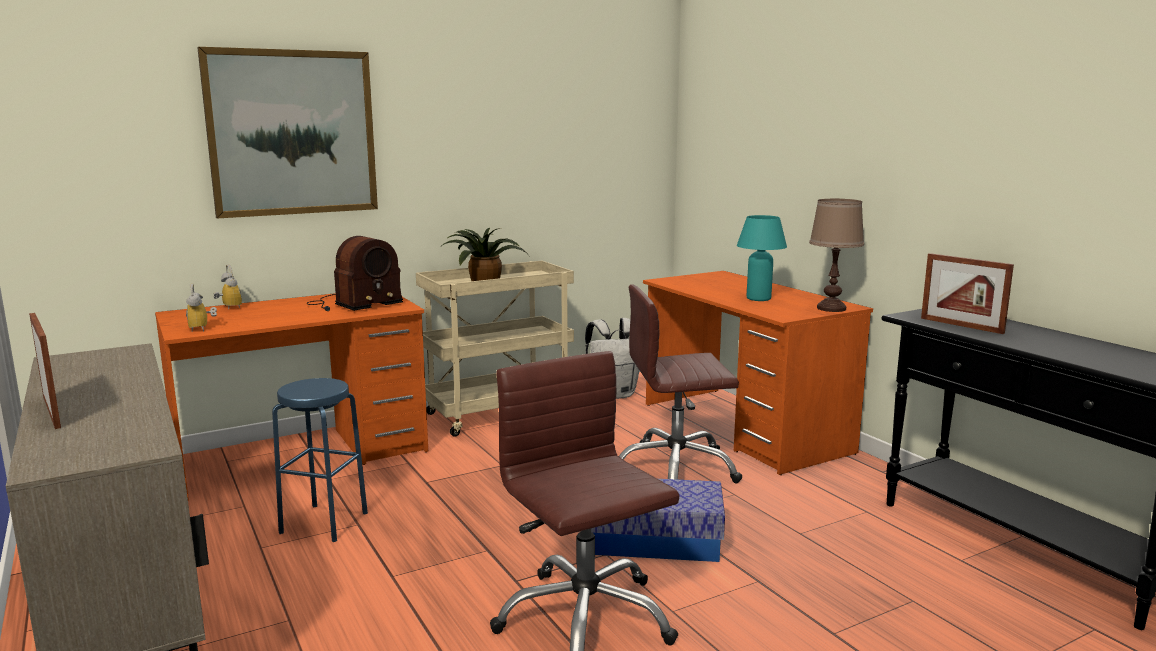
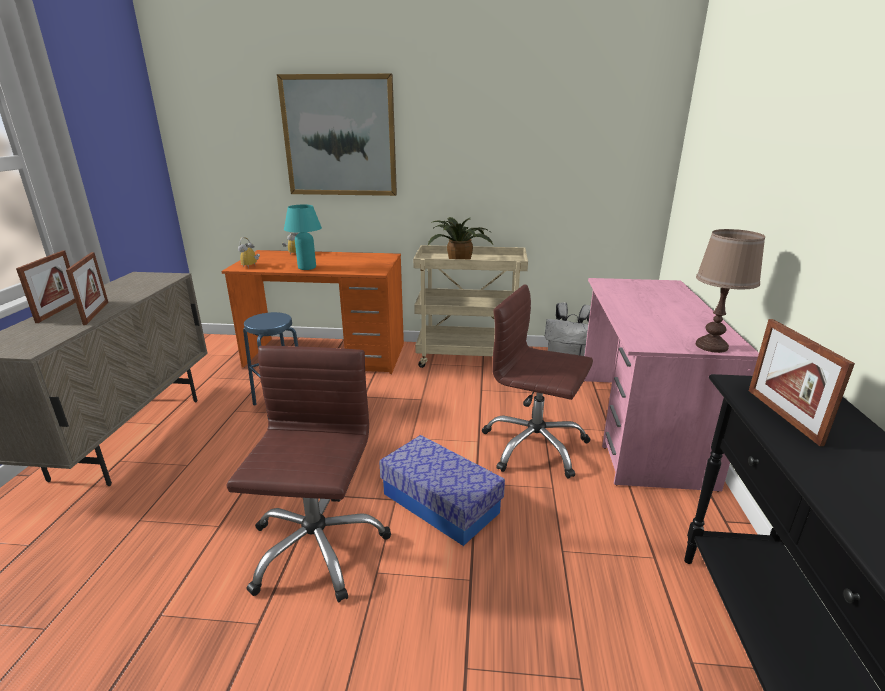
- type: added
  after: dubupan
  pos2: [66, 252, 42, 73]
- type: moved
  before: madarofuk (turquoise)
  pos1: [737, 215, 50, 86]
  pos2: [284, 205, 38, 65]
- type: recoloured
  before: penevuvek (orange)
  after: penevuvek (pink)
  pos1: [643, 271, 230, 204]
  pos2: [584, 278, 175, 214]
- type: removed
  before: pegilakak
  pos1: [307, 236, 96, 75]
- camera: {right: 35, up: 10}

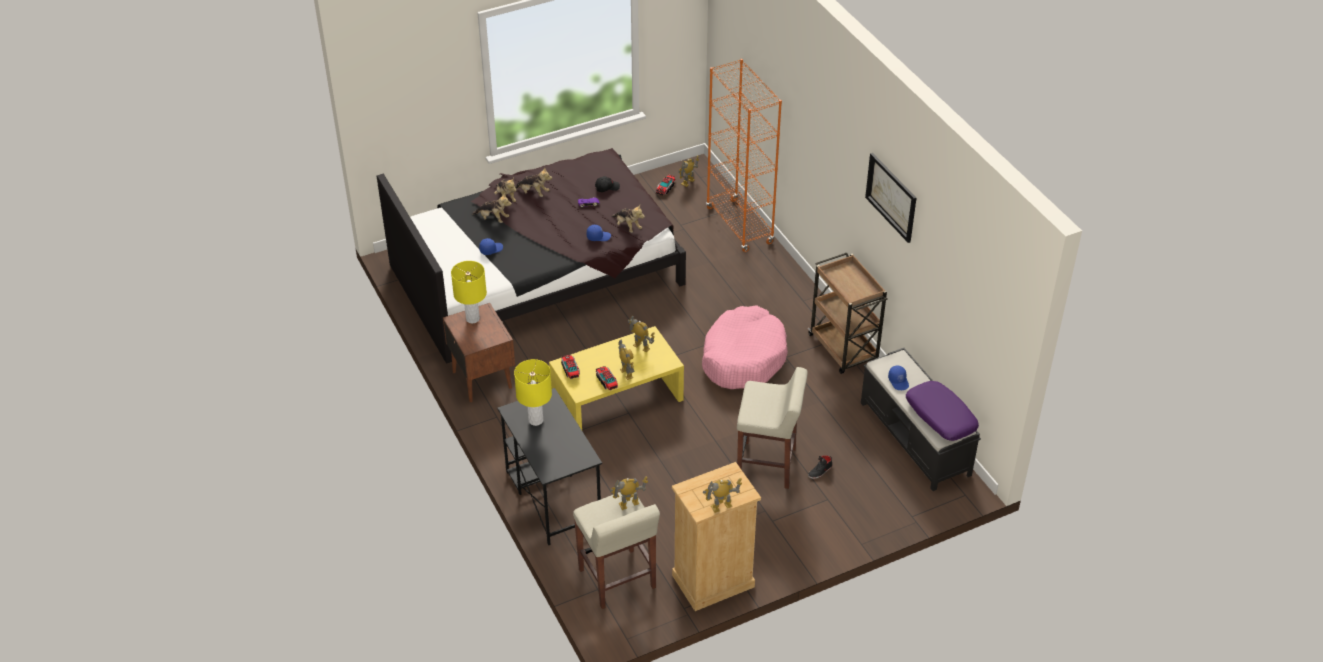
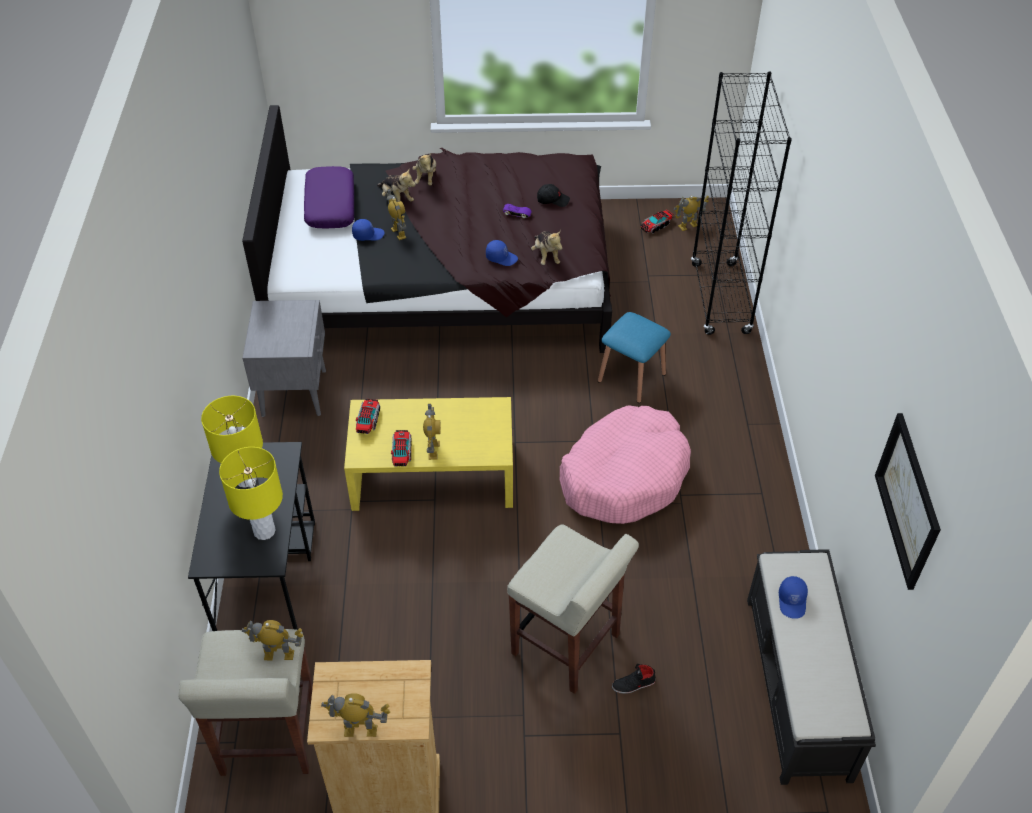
- type: moved
  before: madarofuk (yellow)
  pos1: [451, 261, 36, 63]
  pos2: [219, 447, 64, 93]
- type: recoloured
  before: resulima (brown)
  after: resulima (grey)
  pos1: [443, 303, 72, 99]
  pos2: [242, 300, 84, 117]
- type: moved
  before: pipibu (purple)
  pos1: [906, 381, 73, 60]
  pos2: [304, 166, 50, 62]
- type: moved
  before: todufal
  pos1: [628, 316, 27, 36]
  pos2: [387, 189, 19, 51]
- type: added
  after: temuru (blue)
  pos2: [598, 312, 73, 91]
- type: recoloured
  before: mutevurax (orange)
  after: mutevurax (black)
  pos1: [706, 59, 76, 193]
  pos2: [691, 71, 101, 264]
- type: moved
  before: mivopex
  pos1: [865, 153, 51, 90]
  pos2: [875, 413, 66, 177]
- type: removed
  before: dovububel
  pos1: [515, 168, 37, 29]
- type: removed
  before: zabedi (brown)
  pos1: [808, 253, 80, 121]
- camera: {right: 25, up: 5}

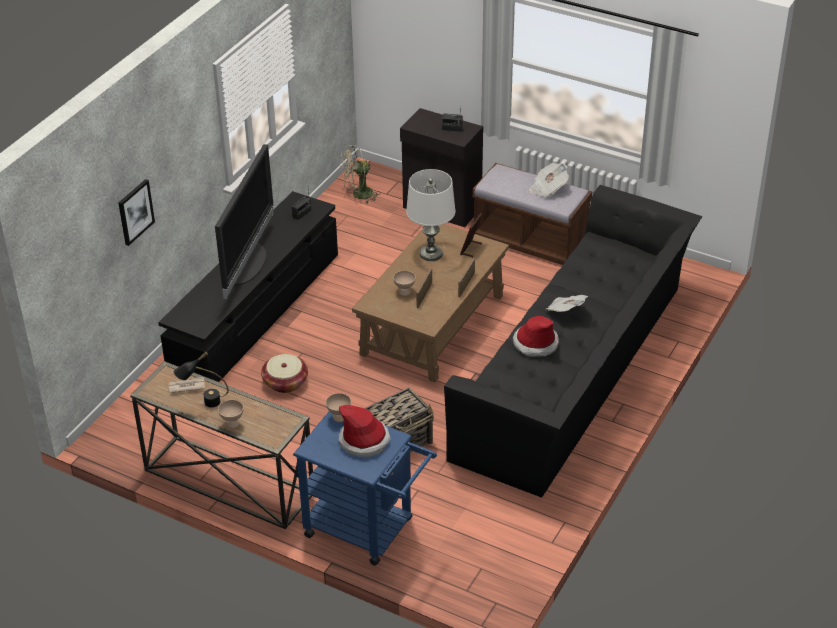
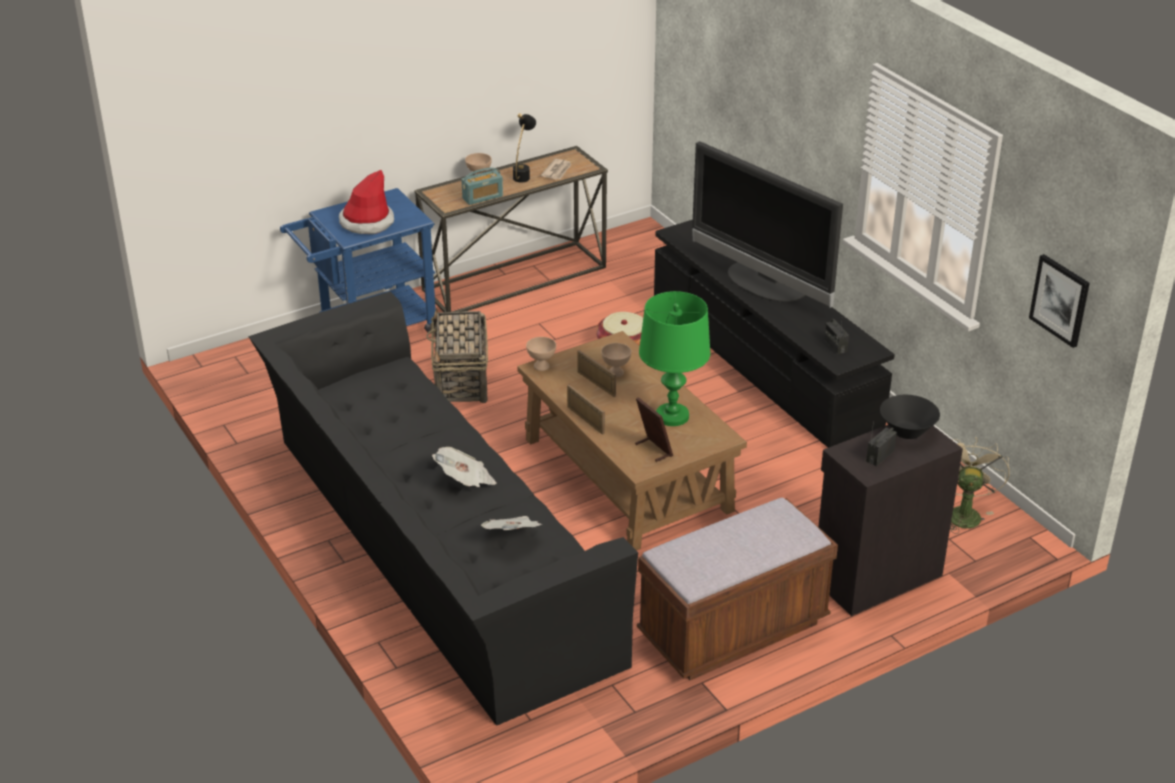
- type: added
  after: pegilakak
  pos2: [461, 168, 42, 37]
- type: moved
  before: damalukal
  pos1: [529, 163, 40, 35]
  pos2: [481, 516, 62, 14]
- type: moved
  before: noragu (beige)
  pos1: [326, 393, 25, 29]
  pos2: [526, 337, 30, 34]
- type: recoloured
  before: madarofuk (white)
  after: madarofuk (green)
  pos1: [406, 169, 49, 92]
  pos2: [639, 291, 71, 135]
- type: added
  after: noragu (black)
  pos2: [880, 395, 60, 44]
- type: moved
  before: mivopex
  pos1: [118, 179, 37, 67]
  pos2: [1029, 254, 61, 94]
- type: removed
  before: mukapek
  pos1: [513, 316, 46, 41]
- camera: {right: 120, up: -5}

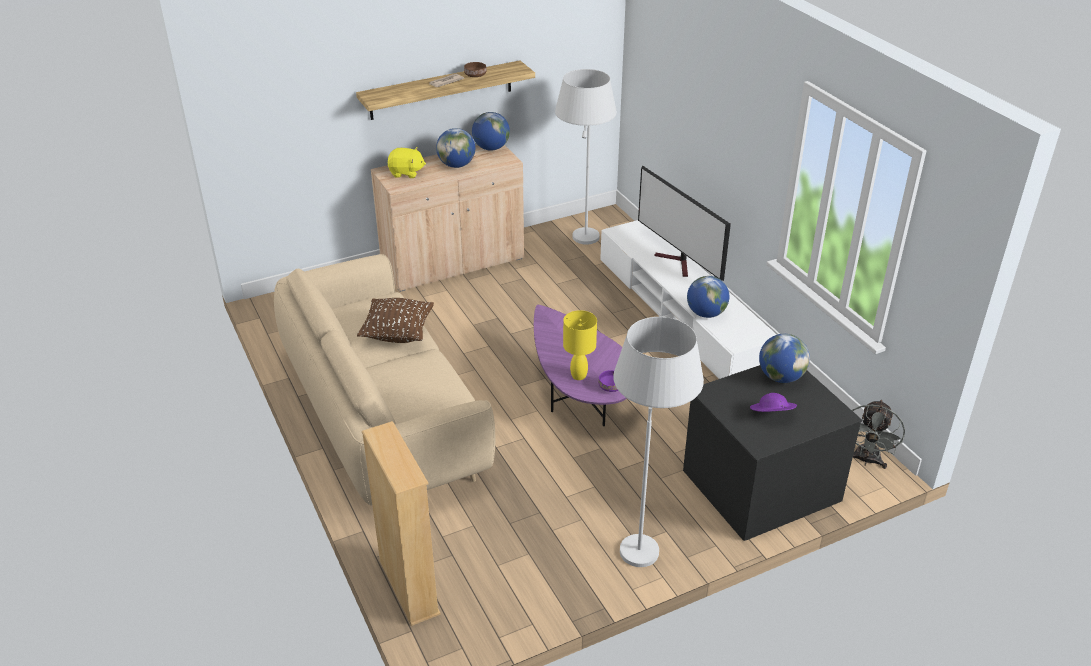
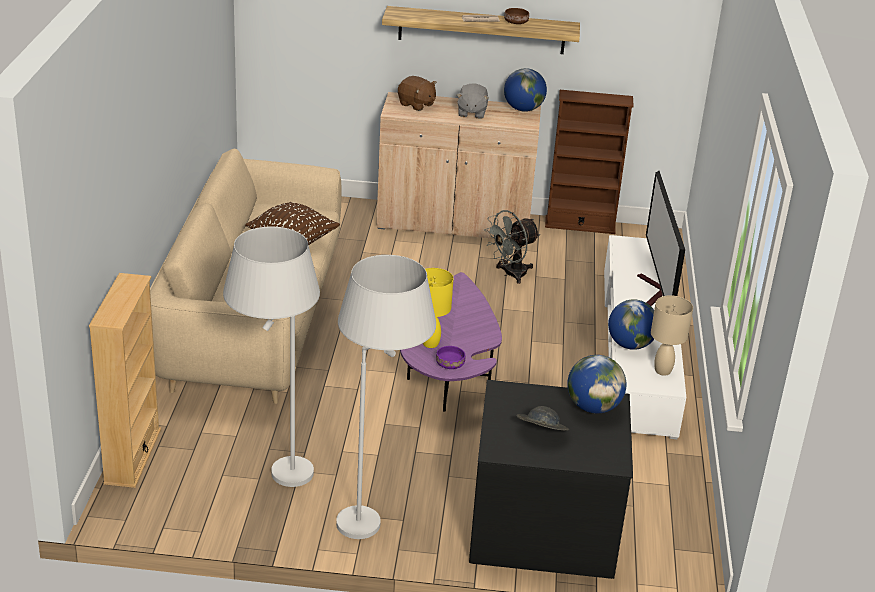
- type: moved
  before: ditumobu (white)
  pos1: [555, 69, 61, 176]
  pos2: [223, 227, 97, 260]
- type: recoloured
  before: dovububel (yellow)
  after: dovububel (brown)
  pos1: [388, 147, 38, 31]
  pos2: [398, 76, 38, 35]
- type: replaced
  before: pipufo
  after: dovububel (grey)
  pos1: [436, 128, 39, 40]
  pos2: [456, 83, 33, 36]
- type: moved
  before: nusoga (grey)
  pos1: [852, 399, 53, 70]
  pos2: [484, 210, 56, 74]
- type: recoloured
  before: mukapek (purple)
  after: mukapek (grey)
  pos1: [750, 393, 47, 19]
  pos2: [516, 406, 53, 25]
- type: added
  after: mutevurax (brown)
  pos2: [545, 90, 89, 144]
- type: added
  after: madarofuk (beige)
  pos2: [651, 295, 42, 81]
- camera: {right: 30, up: -5}

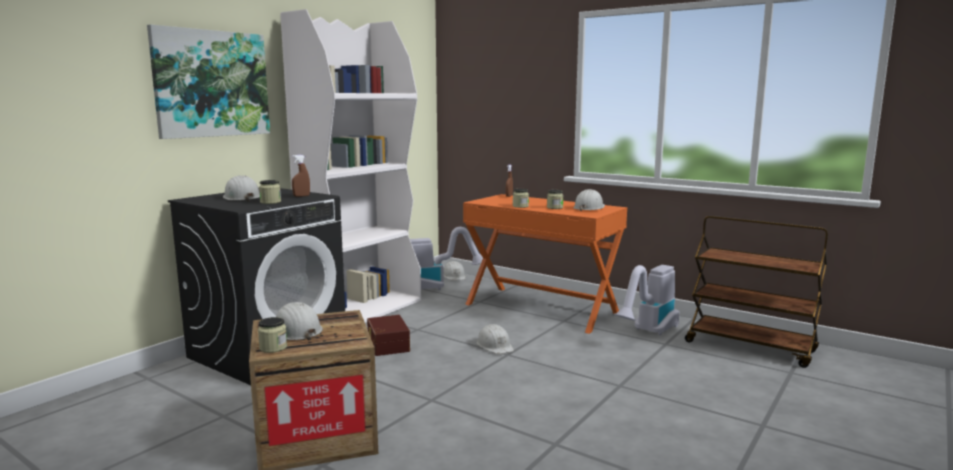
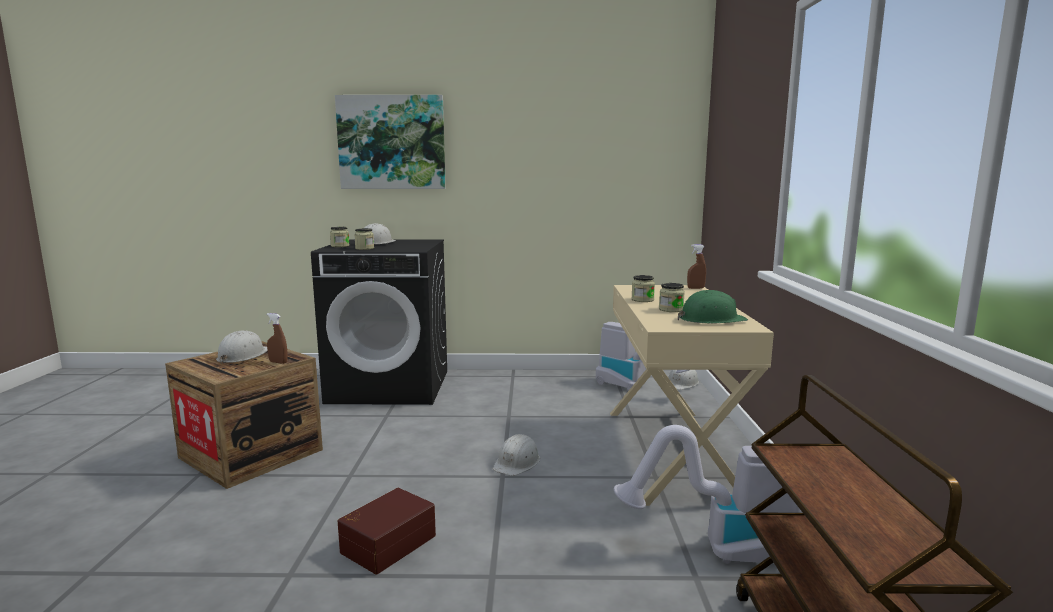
- type: moved
  before: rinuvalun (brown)
  pos1: [292, 155, 18, 42]
  pos2: [267, 313, 21, 51]
- type: moved
  before: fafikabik
  pos1: [258, 317, 29, 36]
  pos2: [330, 227, 20, 20]
- type: moved
  before: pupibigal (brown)
  pos1: [367, 315, 43, 41]
  pos2: [338, 488, 98, 87]
- type: recoloured
  before: penevuvek (orange)
  after: penevuvek (beige)
  pos1: [463, 194, 164, 140]
  pos2: [610, 285, 164, 221]
- type: recoloured
  before: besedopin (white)
  after: besedopin (green)
  pos1: [573, 189, 32, 22]
  pos2: [678, 290, 70, 34]
- type: removed
  before: mutevurax (white)
  pos1: [280, 9, 141, 314]
- camera: {right: 55, up: 0}

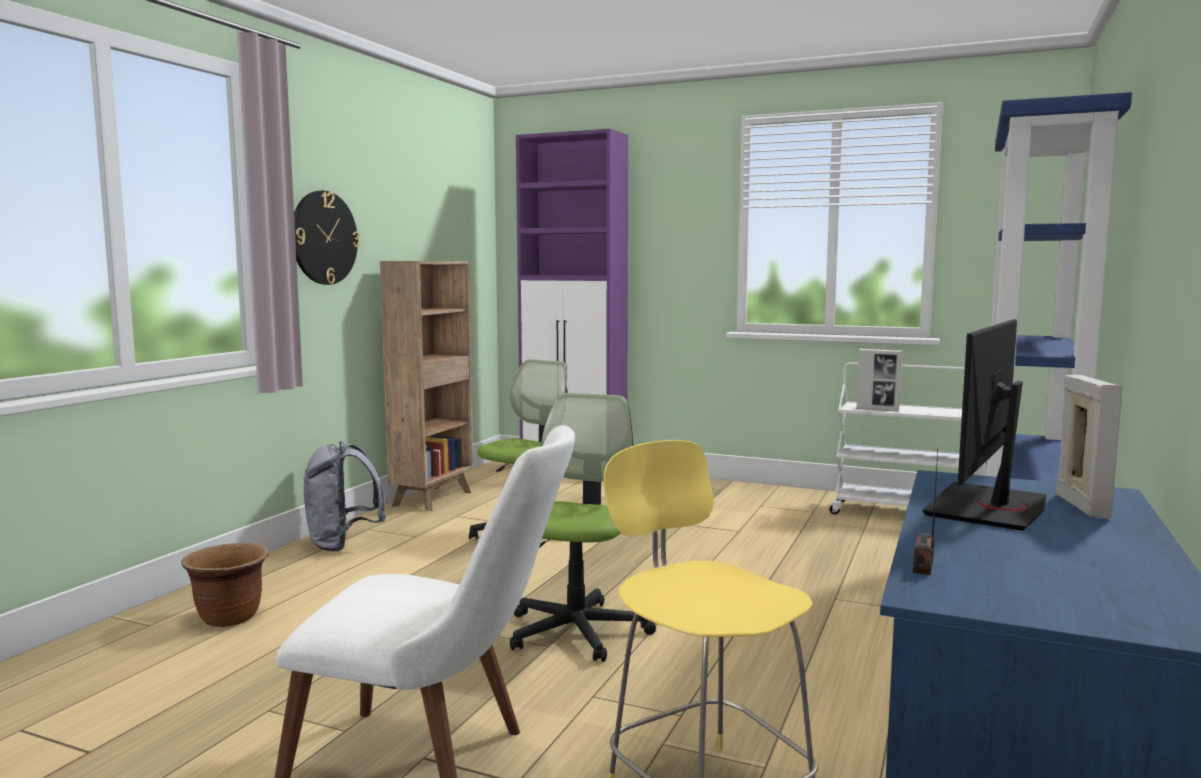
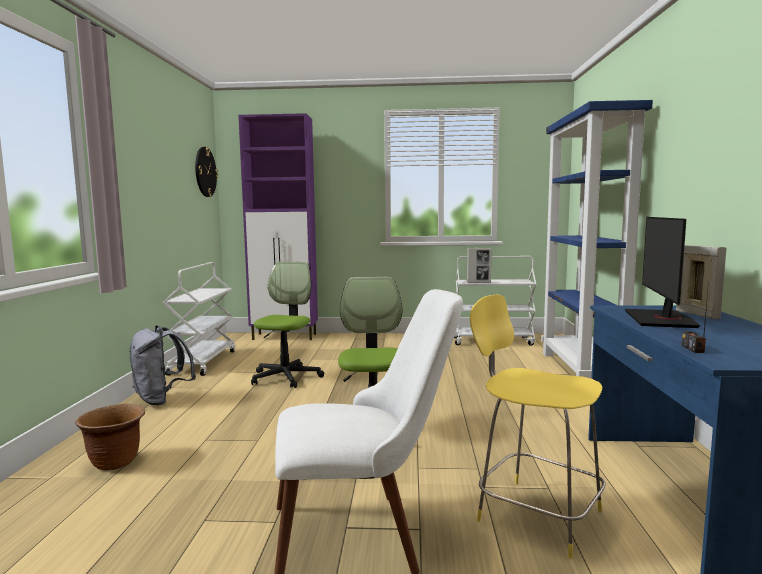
- type: replaced
  before: mutevurax (brown)
  after: zabedi (white)
  pos1: [380, 261, 93, 250]
  pos2: [162, 262, 73, 114]
- type: moved
  before: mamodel
  pos1: [294, 191, 66, 94]
  pos2: [195, 147, 23, 50]
- camera: {right: -20, up: 0}

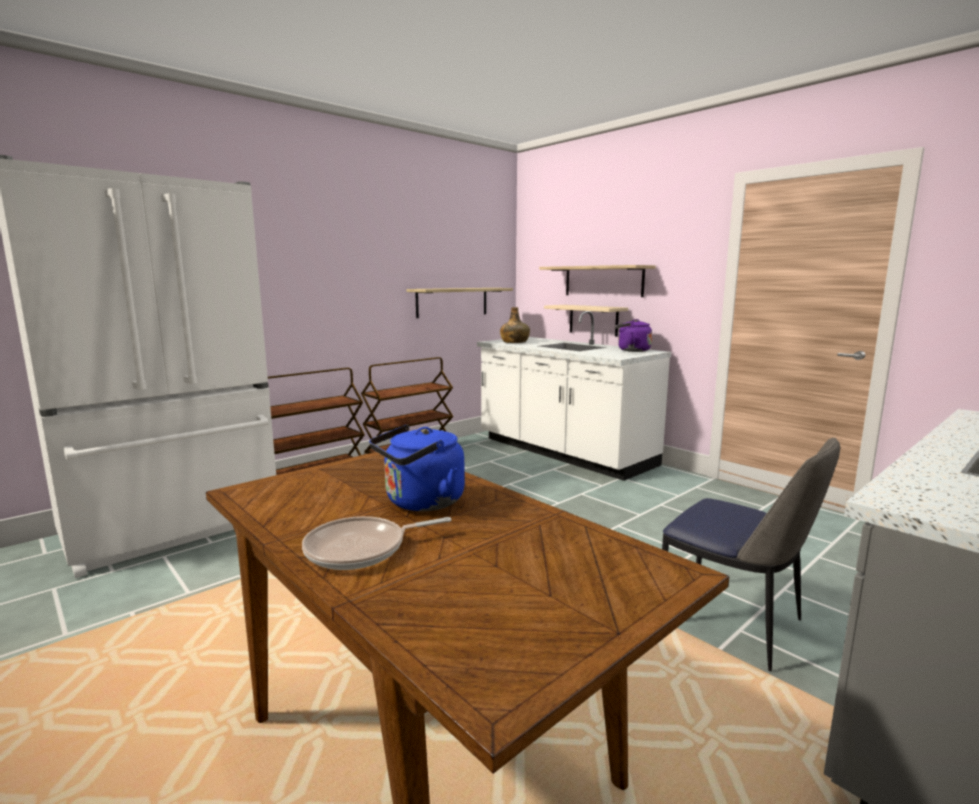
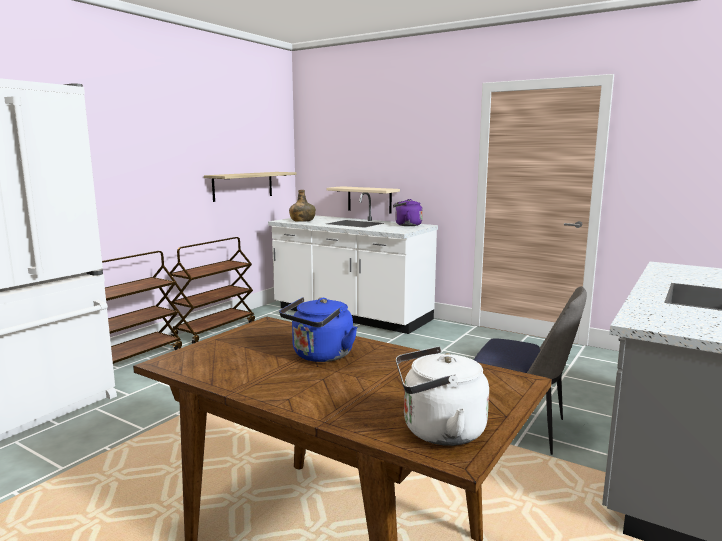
- type: added
  after: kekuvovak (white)
  pos2: [396, 346, 93, 100]
- type: removed
  before: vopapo
  pos1: [302, 516, 150, 54]
- type: removed
  before: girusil
  pos1: [539, 265, 117, 32]
- camera: {right: -15, up: 0}

